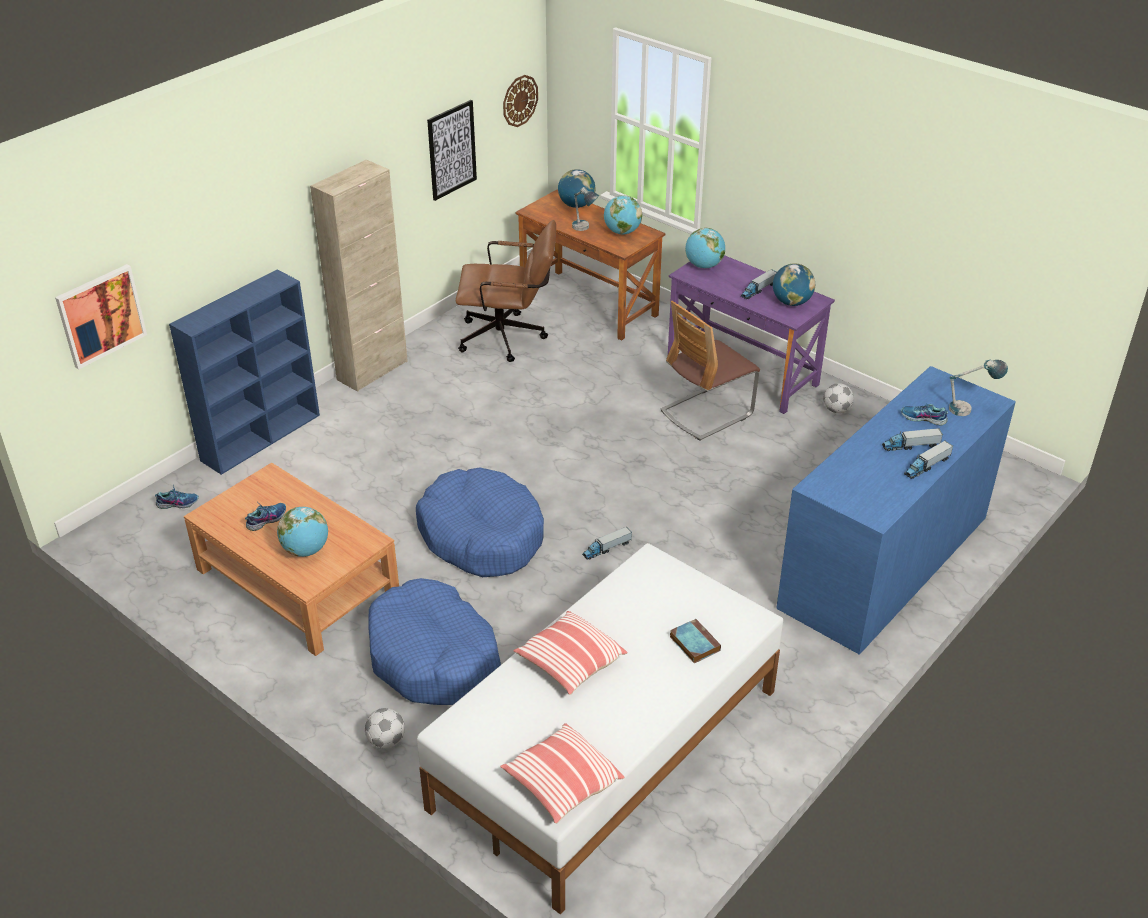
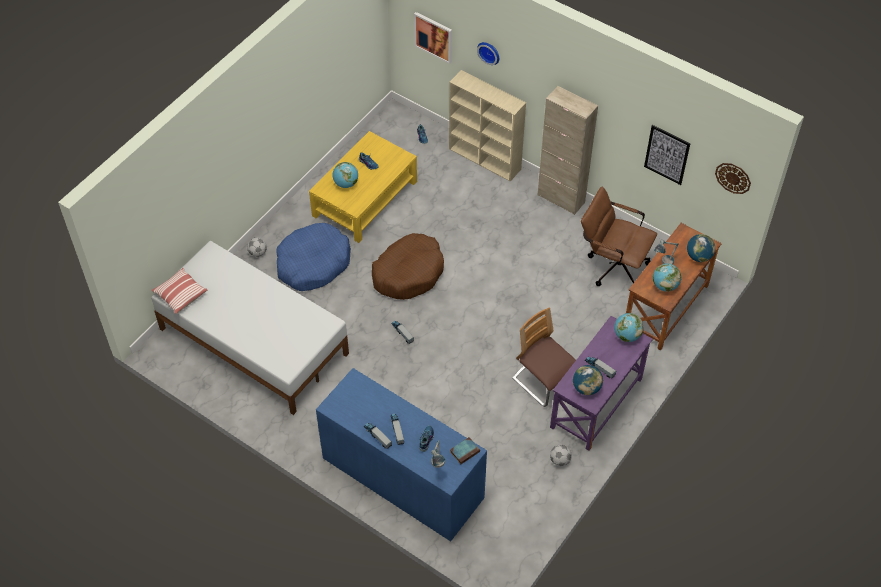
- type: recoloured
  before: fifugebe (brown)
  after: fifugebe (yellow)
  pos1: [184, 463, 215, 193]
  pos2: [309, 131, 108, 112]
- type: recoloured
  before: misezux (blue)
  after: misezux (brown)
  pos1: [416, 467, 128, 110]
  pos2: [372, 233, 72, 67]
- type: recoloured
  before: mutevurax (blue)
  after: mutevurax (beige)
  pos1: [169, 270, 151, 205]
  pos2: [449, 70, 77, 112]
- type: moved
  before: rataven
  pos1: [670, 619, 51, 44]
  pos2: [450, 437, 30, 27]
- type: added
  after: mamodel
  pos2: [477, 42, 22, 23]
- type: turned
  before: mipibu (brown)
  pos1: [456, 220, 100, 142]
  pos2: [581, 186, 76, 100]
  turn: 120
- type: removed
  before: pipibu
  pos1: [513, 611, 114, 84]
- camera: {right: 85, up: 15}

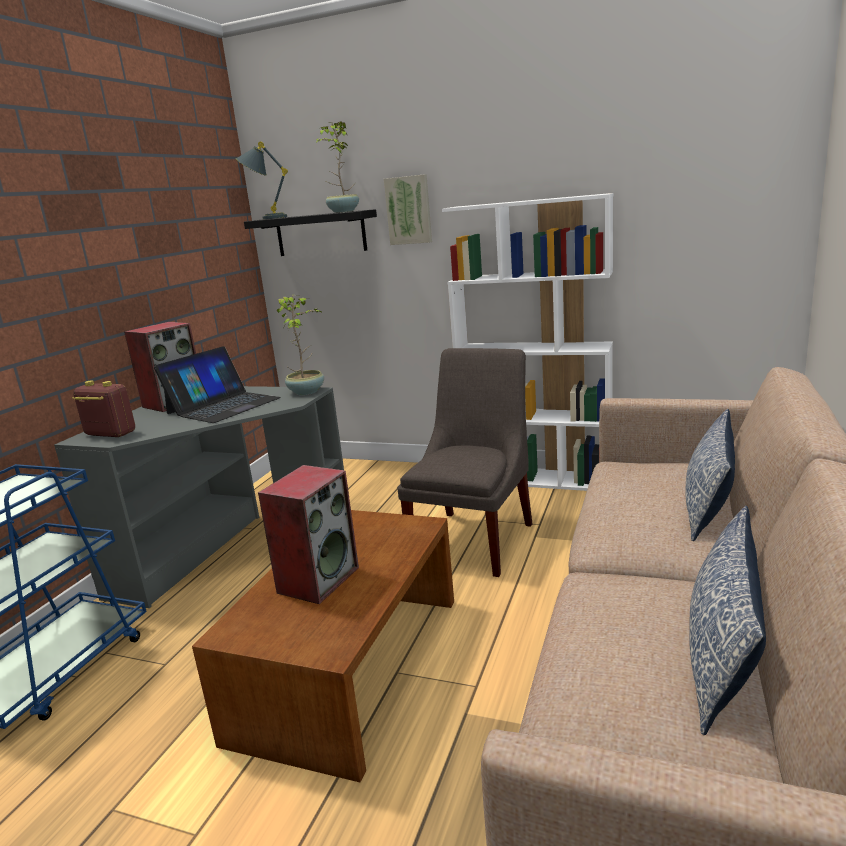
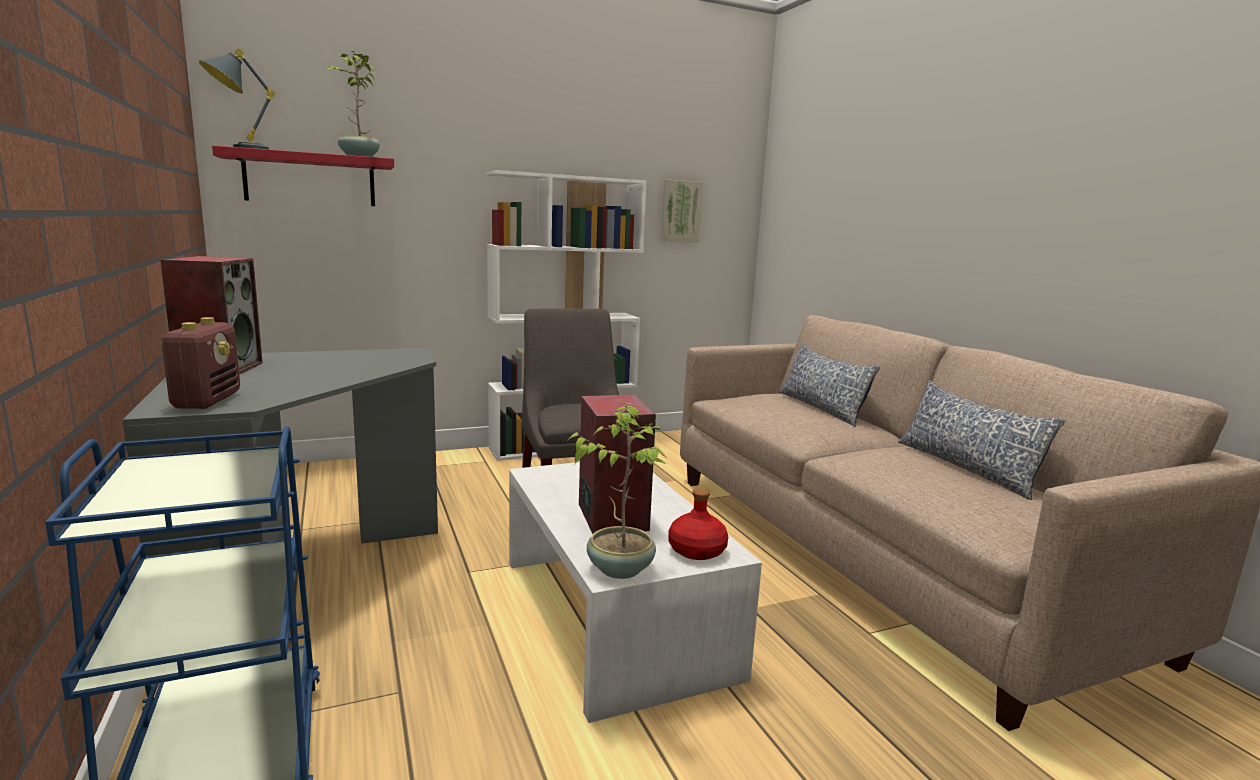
- type: turned
  before: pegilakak
  pos1: [72, 380, 63, 57]
  pos2: [160, 317, 80, 92]
  turn: 105
- type: recoloured
  before: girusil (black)
  after: girusil (red)
  pos1: [244, 209, 133, 47]
  pos2: [212, 146, 182, 60]
- type: recoloured
  before: fifugebe (brown)
  after: fifugebe (white)
  pos1: [192, 510, 262, 272]
  pos2: [509, 462, 253, 261]
- type: moved
  before: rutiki
  pos1: [277, 295, 47, 100]
  pos2: [568, 402, 99, 177]
- type: moved
  before: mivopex
  pos1: [384, 174, 48, 71]
  pos2: [661, 180, 42, 63]
- type: added
  after: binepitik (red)
  pos2: [668, 488, 60, 72]
- type: removed
  before: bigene
  pos1: [154, 346, 127, 77]
- camera: {right: -45, up: -5}

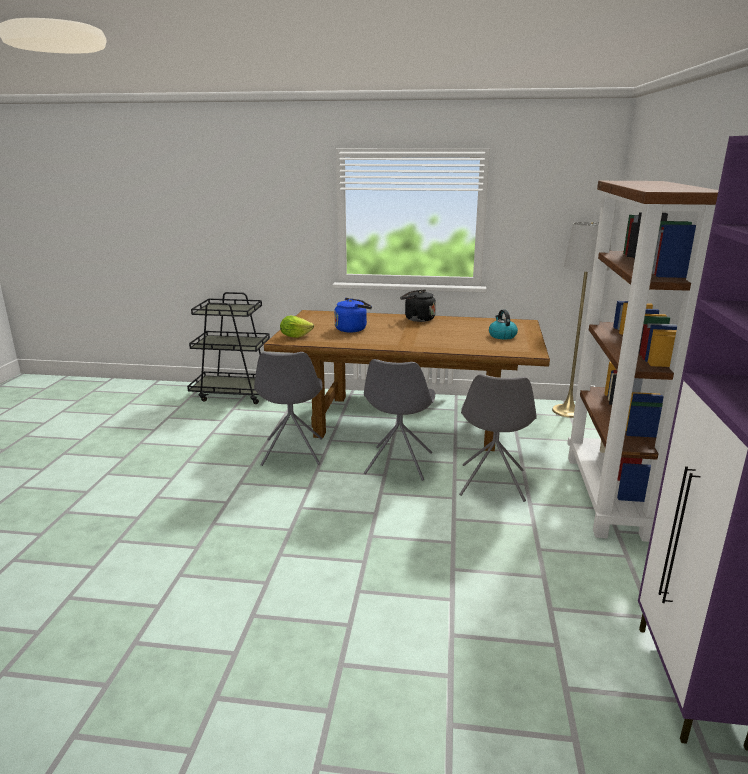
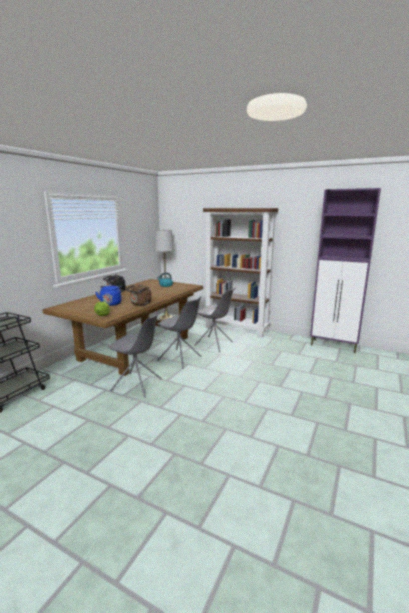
- type: added
  after: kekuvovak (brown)
  pos2: [126, 284, 25, 22]
- camera: {right: -70, up: -5}

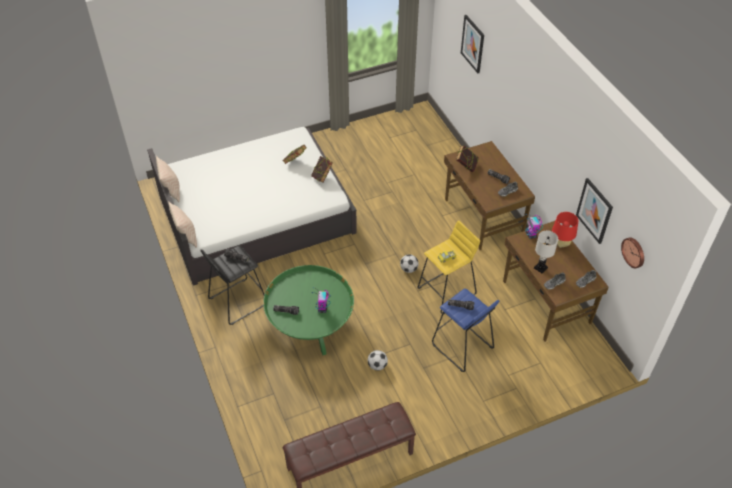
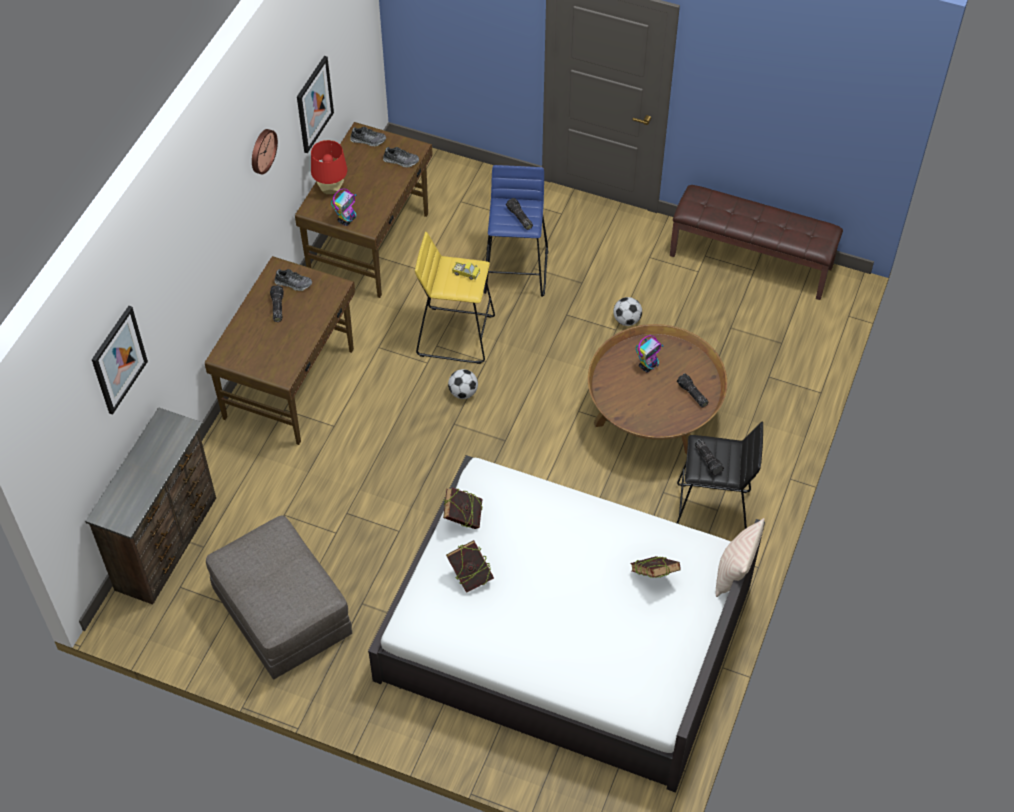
- type: added
  after: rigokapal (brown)
  pos2: [85, 407, 131, 198]
- type: added
  after: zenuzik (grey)
  pos2: [206, 516, 146, 163]
- type: moved
  before: mamodel
  pos1: [621, 237, 23, 32]
  pos2: [252, 129, 26, 45]
- type: recoloured
  before: fifugebe (green)
  after: fifugebe (brown)
  pos1: [263, 265, 91, 90]
  pos2: [588, 324, 139, 130]
- type: moved
  before: rataven
  pos1: [456, 145, 23, 27]
  pos2: [630, 556, 50, 22]
- type: removed
  before: pipibu (beige)
  pos1: [156, 156, 24, 46]
- type: removed
  before: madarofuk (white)
  pos1: [534, 231, 24, 42]
- camera: {right: -135, up: 5}

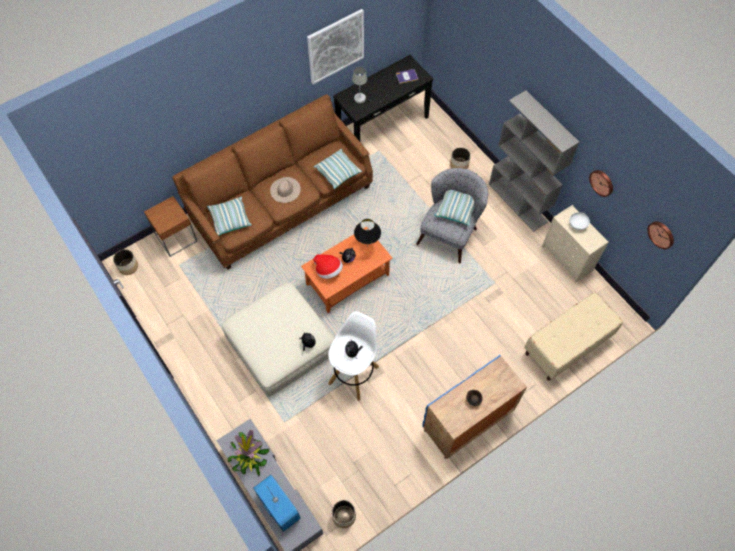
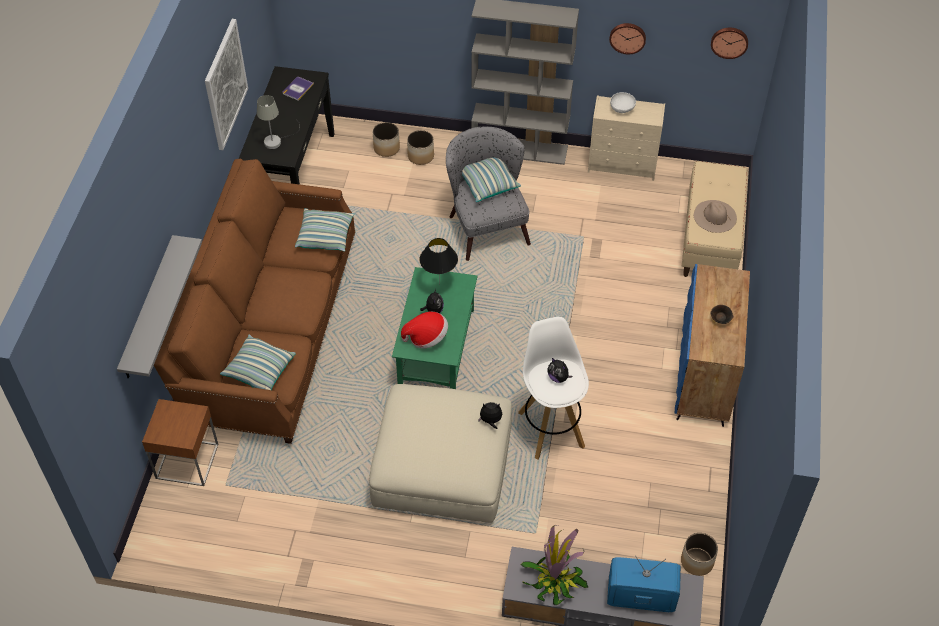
- type: added
  after: girusil (grey)
  pos2: [117, 235, 85, 144]
- type: moved
  before: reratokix
  pos1: [113, 249, 25, 26]
  pos2: [373, 122, 27, 35]
- type: recoloured
  before: fifugebe (orange)
  after: fifugebe (green)
  pos1: [301, 227, 92, 86]
  pos2: [392, 267, 86, 122]
- type: moved
  before: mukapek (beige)
  pos1: [270, 177, 31, 26]
  pos2: [694, 200, 43, 33]
- camera: {right: -45, up: -10}

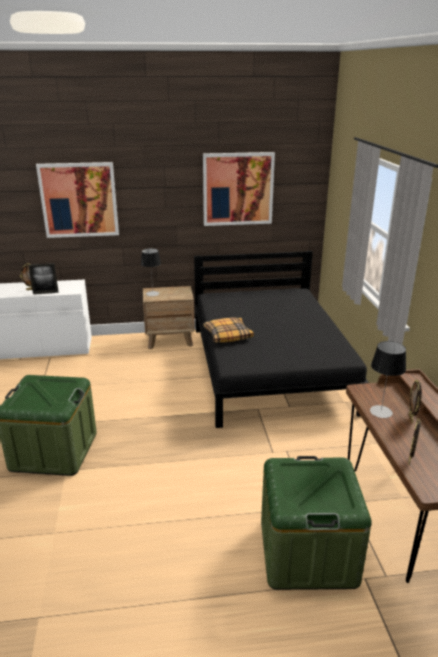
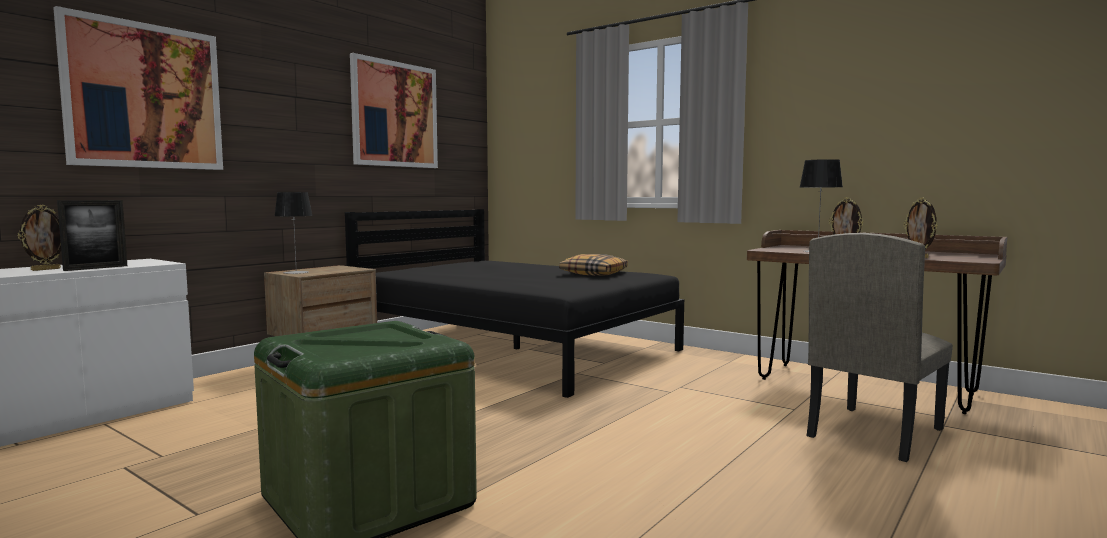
- type: moved
  before: pipibu
  pos1: [203, 317, 51, 26]
  pos2: [559, 254, 69, 22]
- type: replaced
  before: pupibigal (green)
  after: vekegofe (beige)
  pos1: [261, 456, 111, 134]
  pos2: [807, 233, 146, 229]
- camera: {right: -45, up: -20}

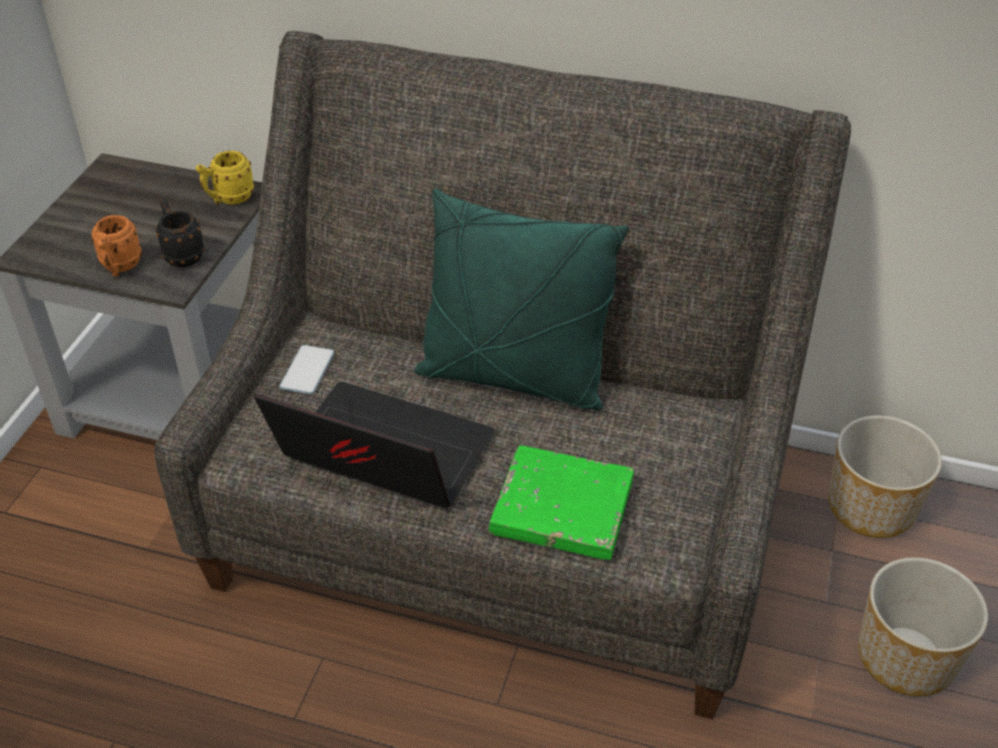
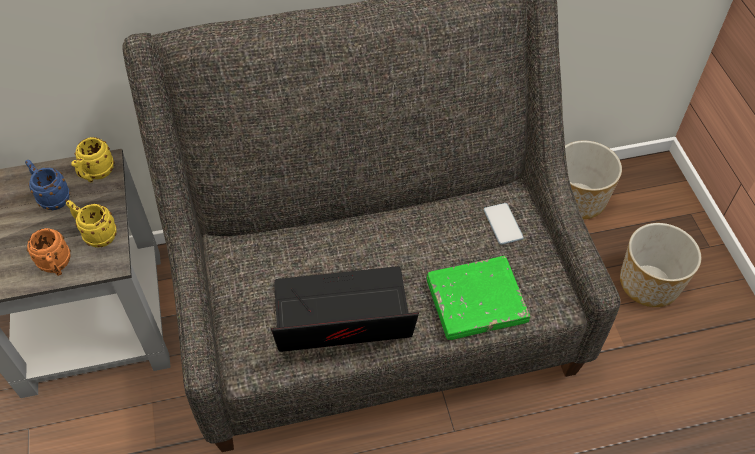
- type: added
  after: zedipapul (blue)
  pos2: [25, 160, 45, 50]
- type: recoloured
  before: zedipapul (black)
  after: zedipapul (yellow)
  pos1: [156, 198, 48, 69]
  pos2: [66, 200, 51, 48]
- type: moved
  before: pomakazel
  pos1: [279, 345, 55, 50]
  pos2: [484, 203, 40, 42]
- type: removed
  before: pipibu (green)
  pos1: [414, 188, 215, 222]
- camera: {right: -30, up: 10}

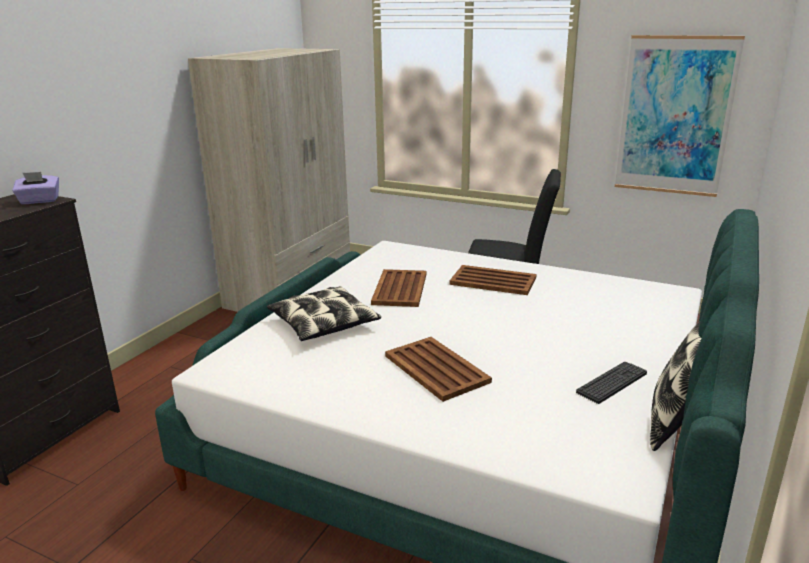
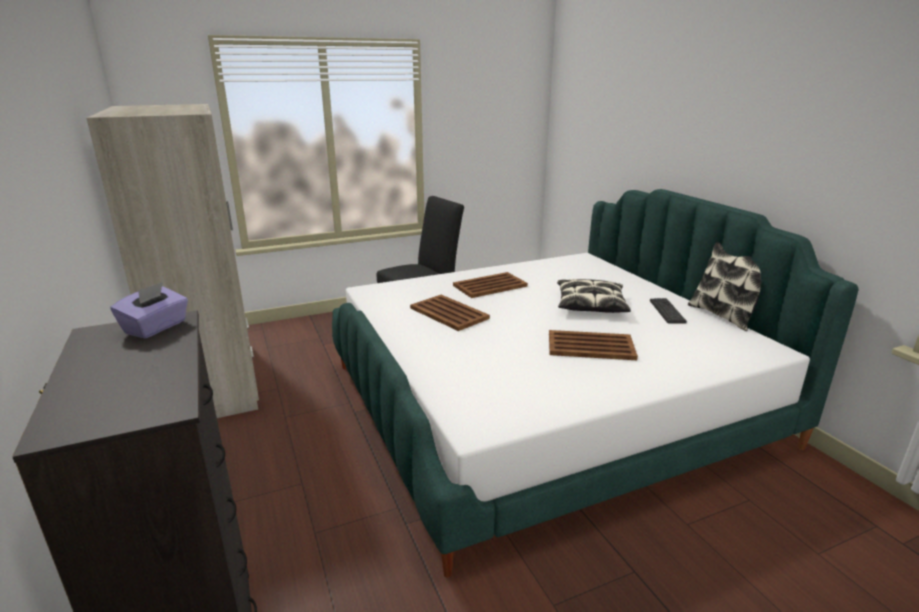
- type: moved
  before: pipibu
  pos1: [267, 286, 114, 55]
  pos2: [557, 279, 74, 34]
- type: removed
  before: mivopex
  pos1: [615, 35, 130, 162]
- camera: {right: -50, up: 0}

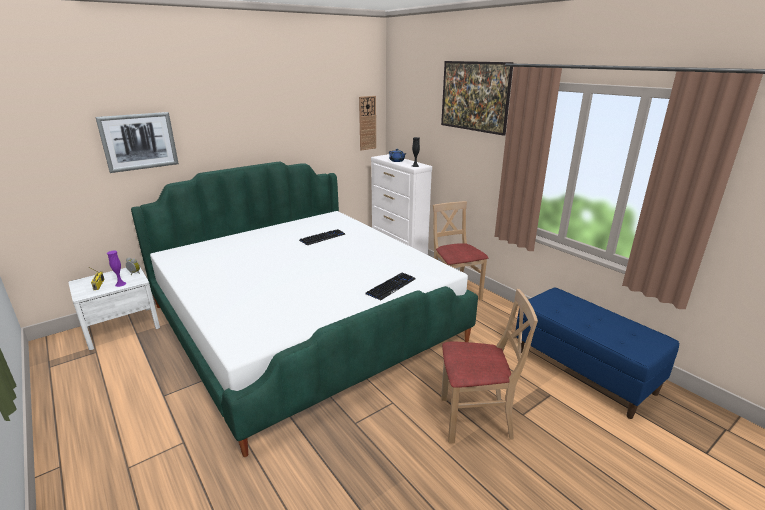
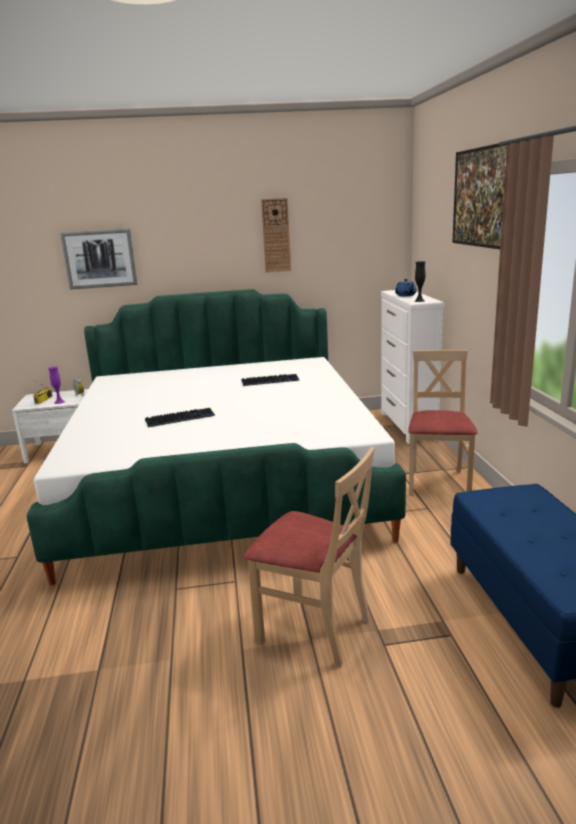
- type: moved
  before: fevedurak
  pos1: [365, 273, 51, 28]
  pos2: [145, 408, 70, 19]
- type: moved
  before: mamodel
  pos1: [359, 96, 17, 55]
  pos2: [261, 198, 30, 74]
- camera: {right: 30, up: -5}

